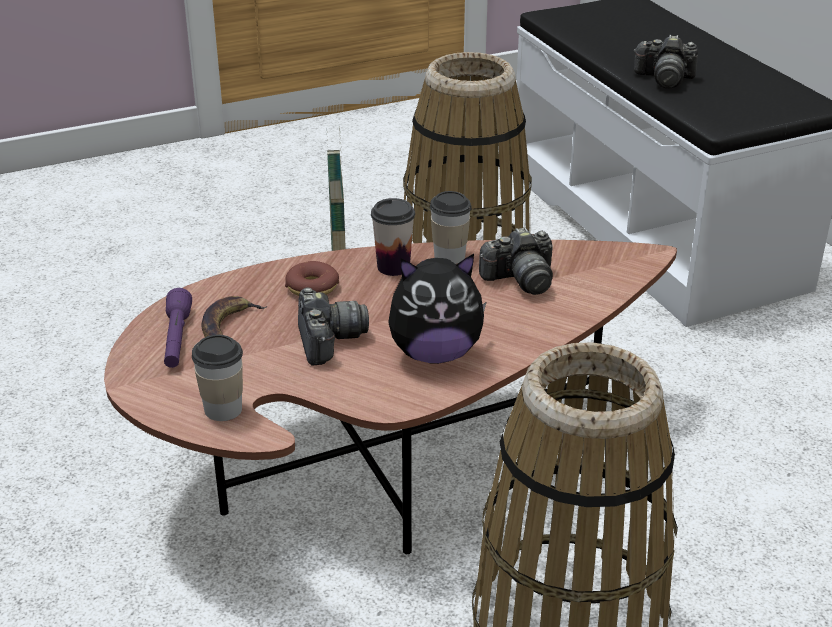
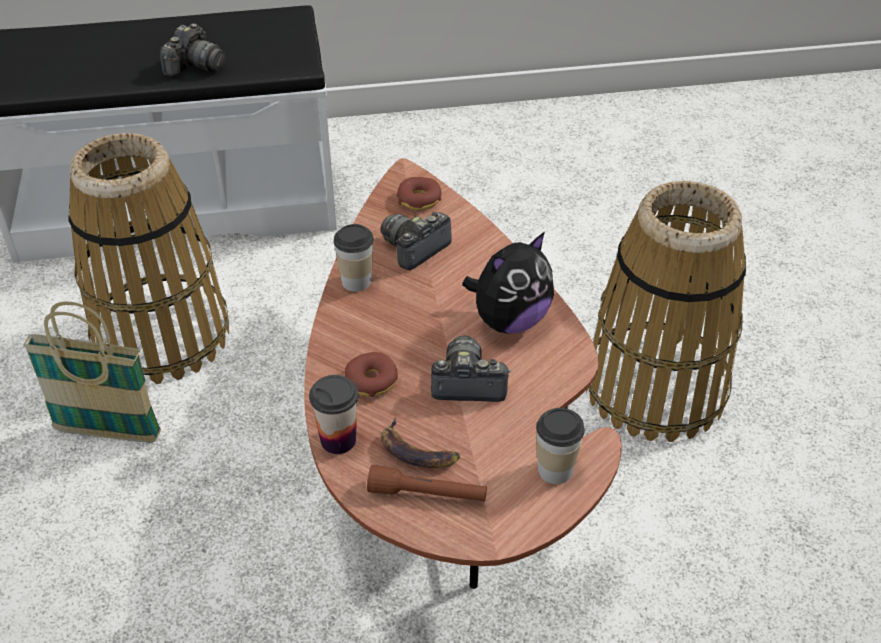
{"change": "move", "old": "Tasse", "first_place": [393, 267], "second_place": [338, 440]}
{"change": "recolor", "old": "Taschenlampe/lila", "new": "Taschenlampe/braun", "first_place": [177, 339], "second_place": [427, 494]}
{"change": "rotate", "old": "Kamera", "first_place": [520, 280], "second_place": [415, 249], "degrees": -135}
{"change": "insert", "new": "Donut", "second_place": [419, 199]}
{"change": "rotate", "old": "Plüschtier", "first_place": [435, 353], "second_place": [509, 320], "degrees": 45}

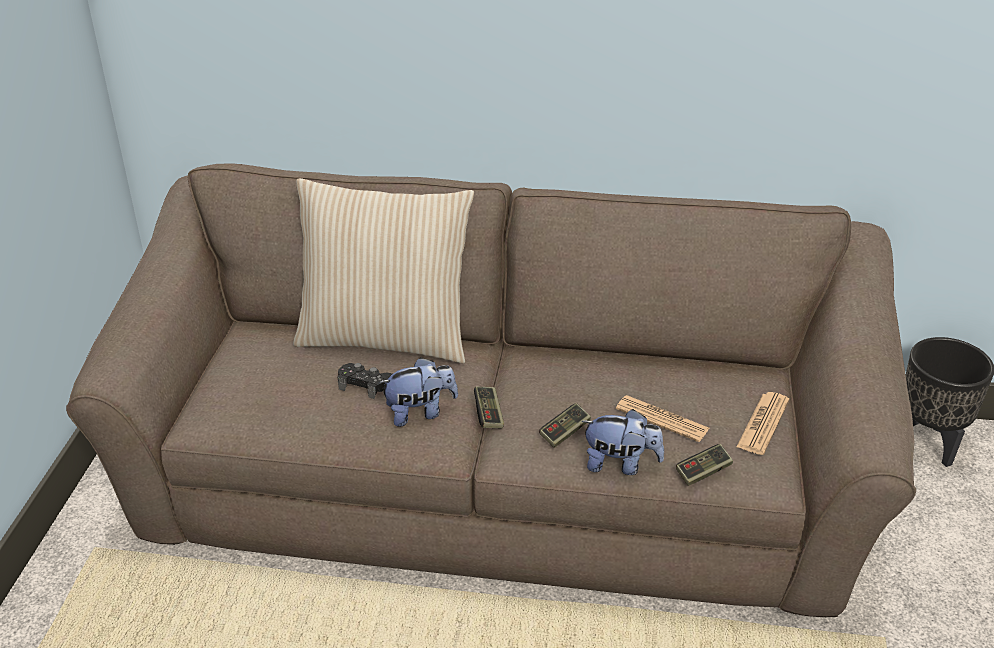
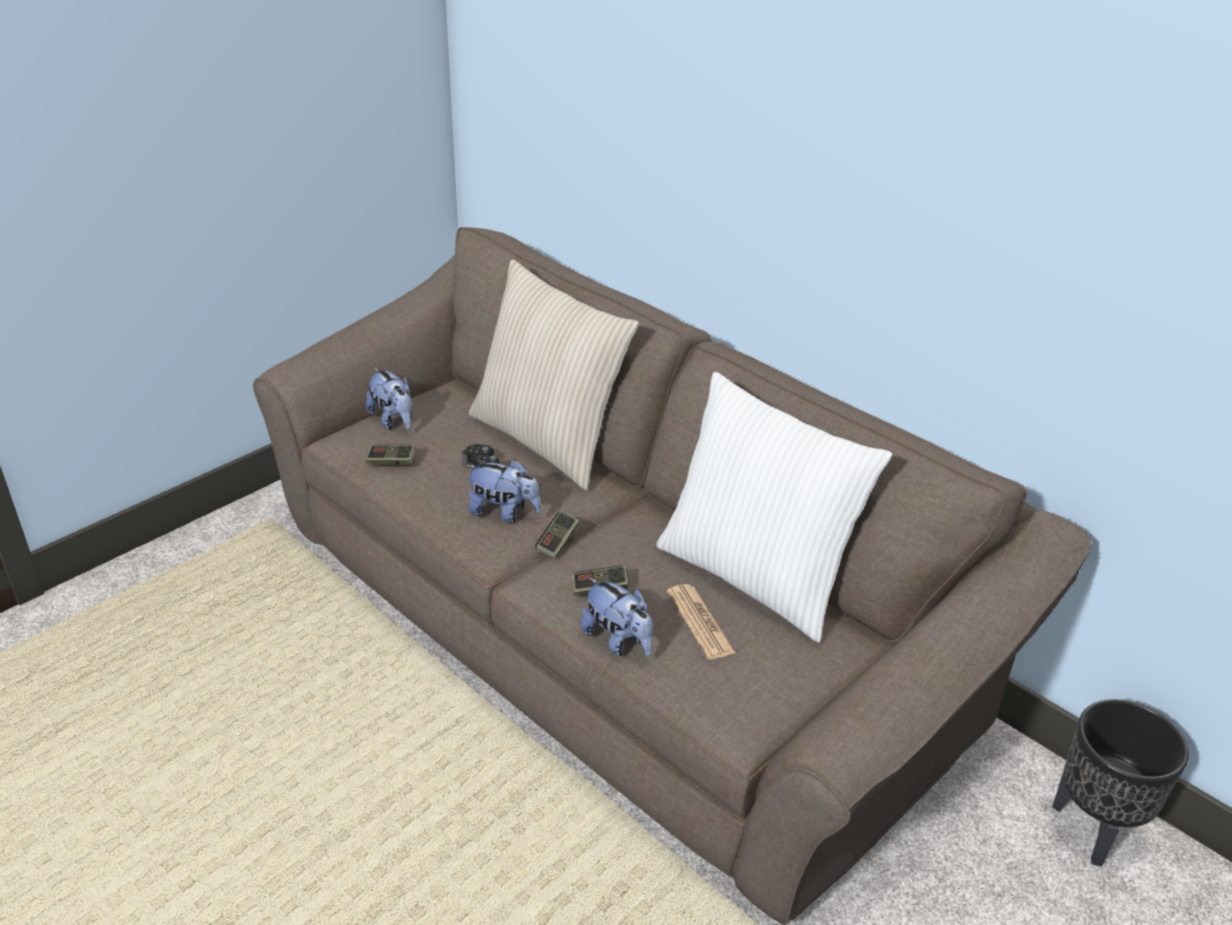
{"change": "insert", "new": "Plüschtier", "second_place": [393, 420]}
{"change": "move", "old": "Gamepad", "first_place": [703, 472], "second_place": [391, 462]}
{"change": "insert", "new": "Kissen/weiß", "second_place": [755, 576]}
{"change": "delete", "old": "Zeitung", "first_place": [763, 424]}

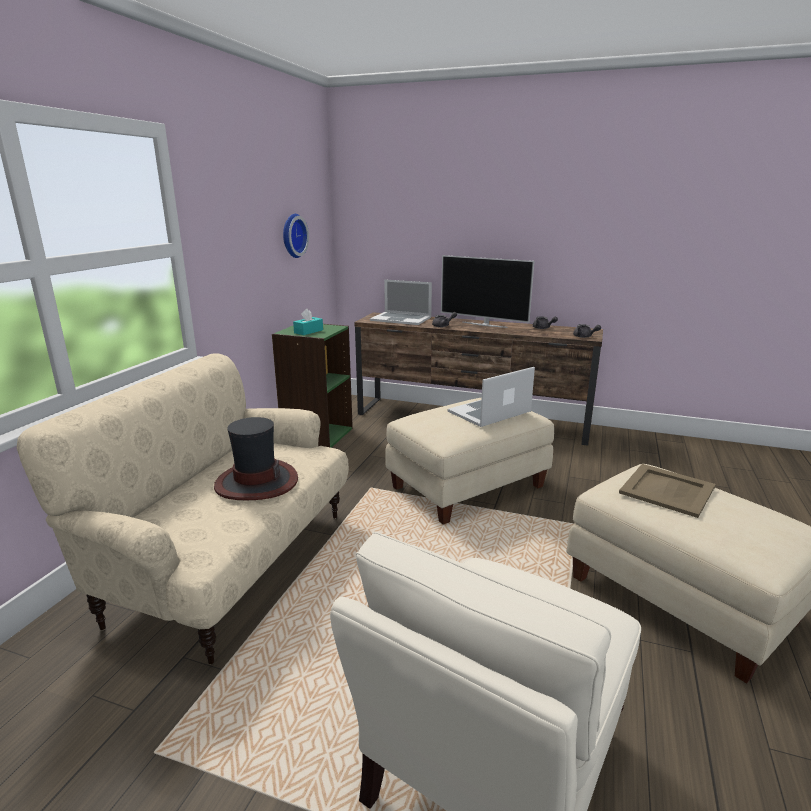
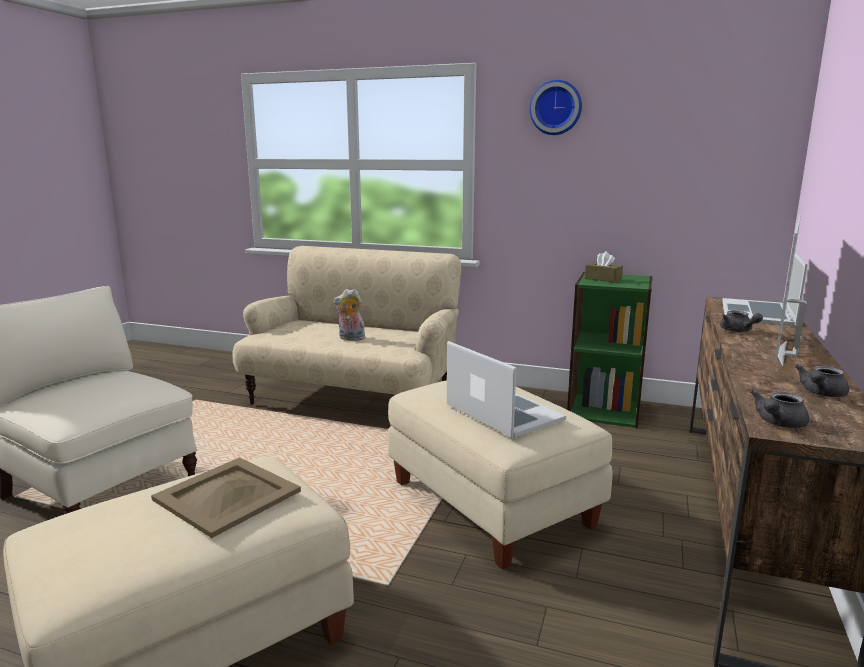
{"change": "replace", "old": "Hut", "new": "Plüschtier", "first_place": [256, 482], "second_place": [350, 339]}
{"change": "move", "old": "Wanduhr", "first_place": [292, 236], "second_place": [556, 108]}
{"change": "recolor", "old": "Taschentuchbox/türkis", "new": "Taschentuchbox/braun", "first_place": [308, 331], "second_place": [603, 279]}

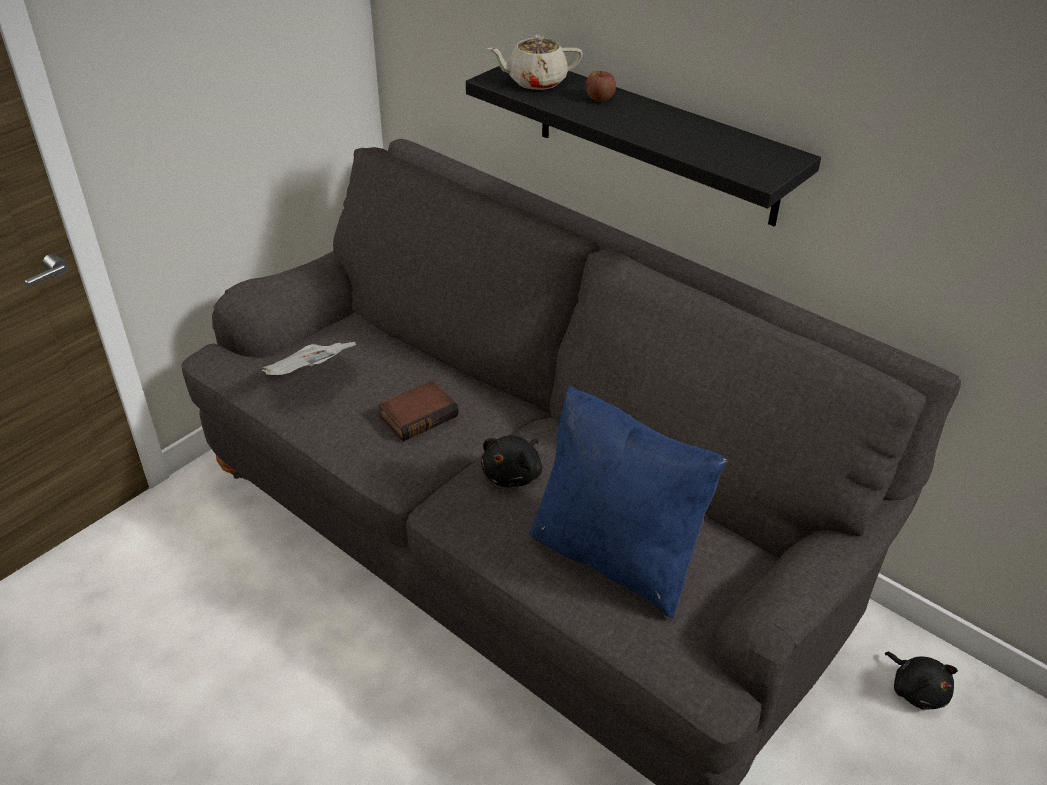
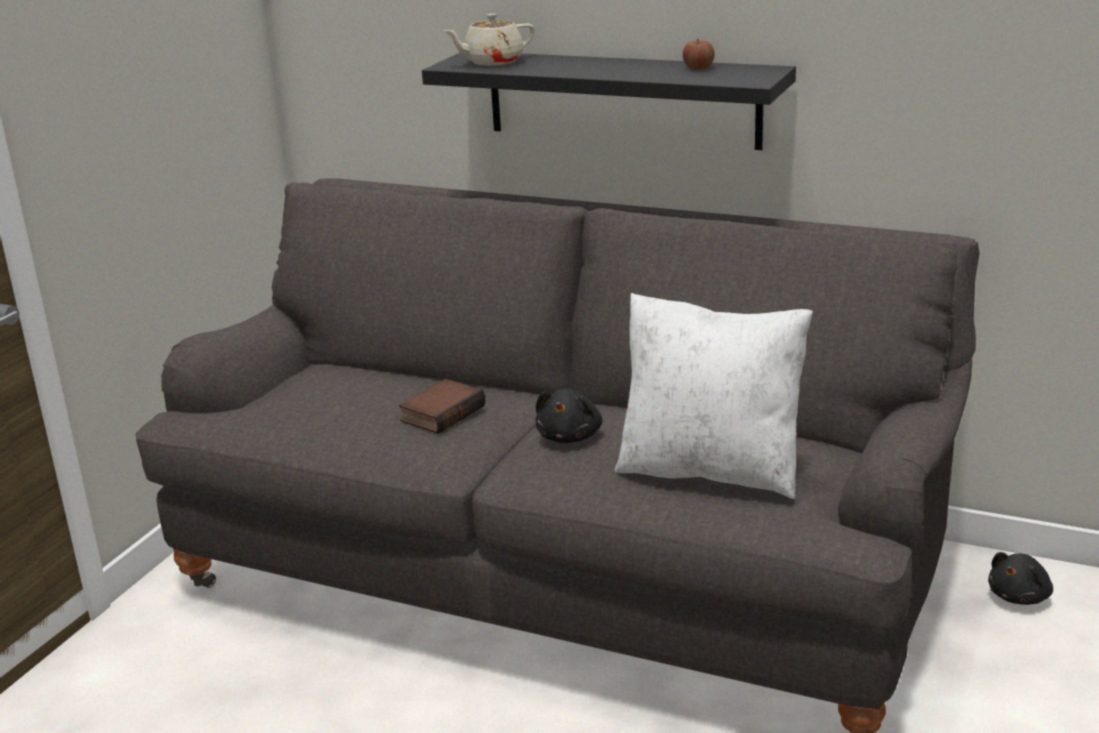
{"change": "recolor", "old": "Kissen/blau", "new": "Kissen/weiß", "first_place": [616, 555], "second_place": [711, 470]}
{"change": "move", "old": "Apfel", "first_place": [599, 98], "second_place": [698, 68]}
{"change": "rotate", "old": "Plüschtier/schwarz", "first_place": [917, 690], "second_place": [1020, 596], "degrees": 90}
{"change": "delete", "old": "Zeitung", "first_place": [312, 377]}

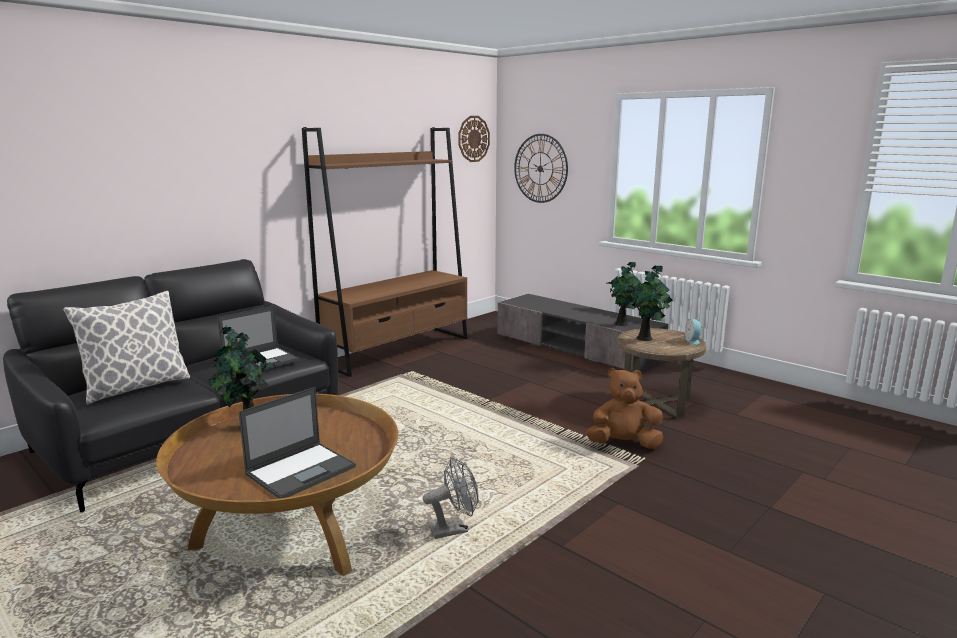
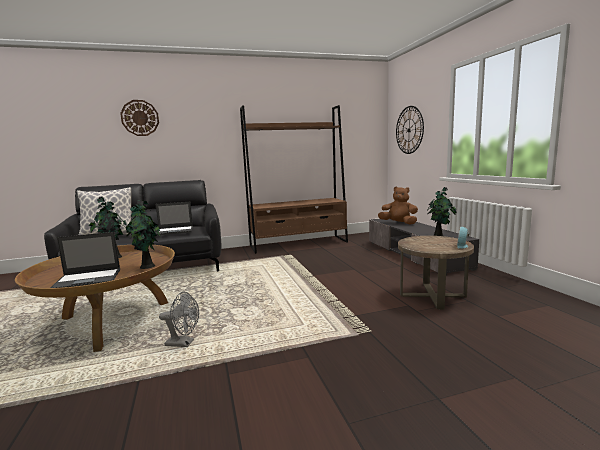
{"change": "move", "old": "Wanduhr", "first_place": [473, 139], "second_place": [140, 118]}
{"change": "move", "old": "Topfpflanze", "first_place": [646, 338], "second_place": [148, 266]}
{"change": "move", "old": "Plüschtier/braun", "first_place": [623, 444], "second_place": [398, 223]}

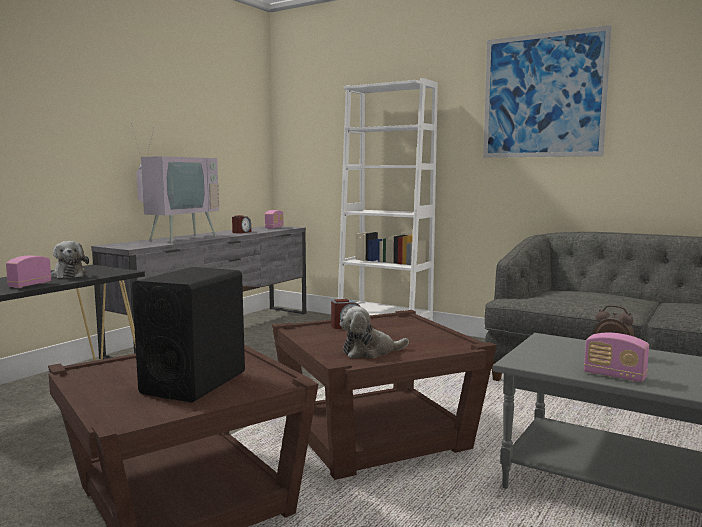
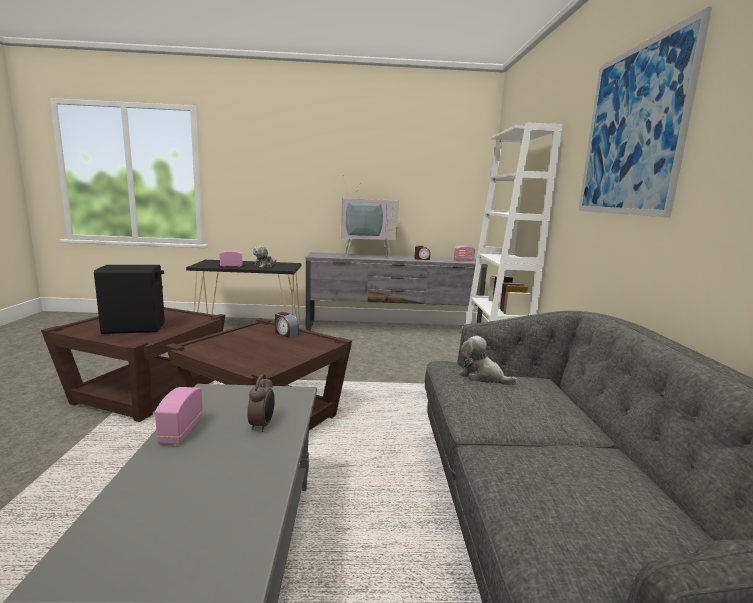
{"change": "move", "old": "Plüschtier", "first_place": [370, 352], "second_place": [483, 377]}

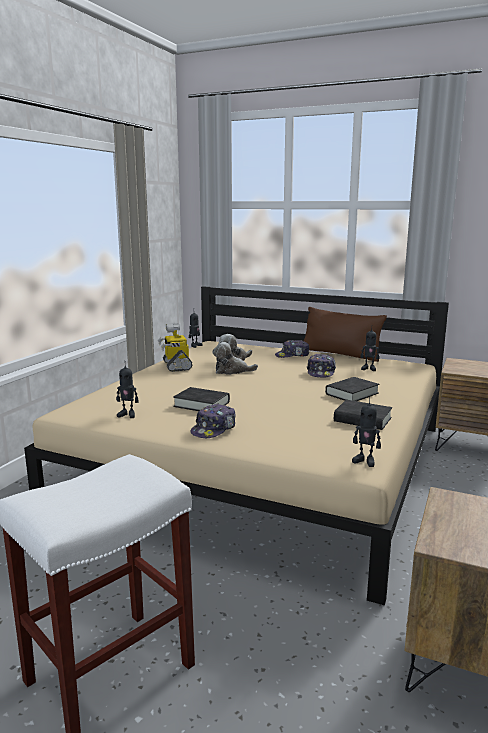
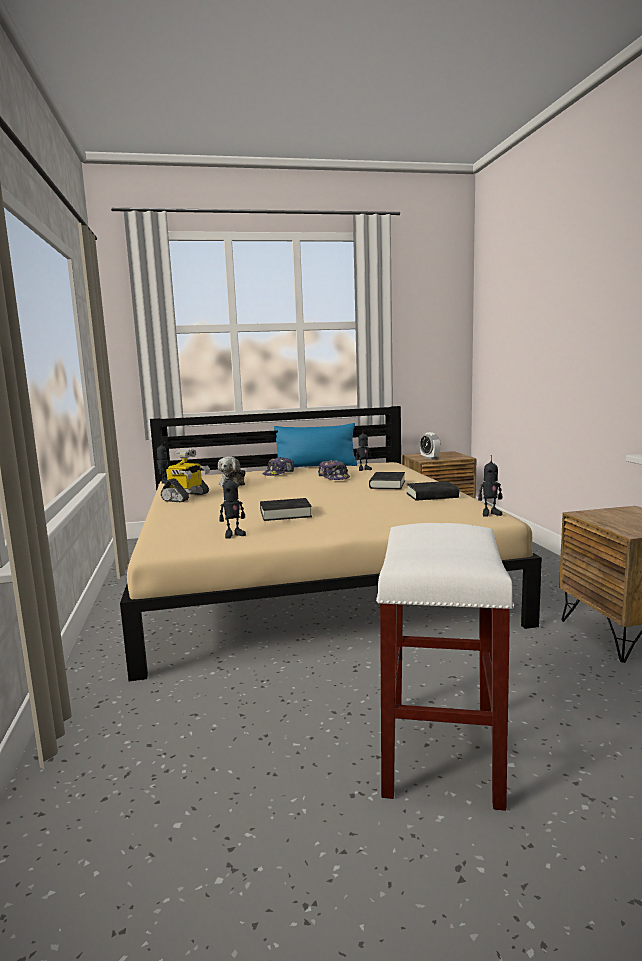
{"change": "rotate", "old": "Spielzeugroboter", "first_place": [176, 366], "second_place": [186, 497], "degrees": -105}
{"change": "recolor", "old": "Kissen/braun", "new": "Kissen/blau", "first_place": [340, 354], "second_place": [316, 466]}
{"change": "insert", "new": "Wecker", "second_place": [430, 458]}
{"change": "delete", "old": "Kappe", "first_place": [214, 429]}
{"change": "delete", "old": "Plüschtier", "first_place": [232, 371]}

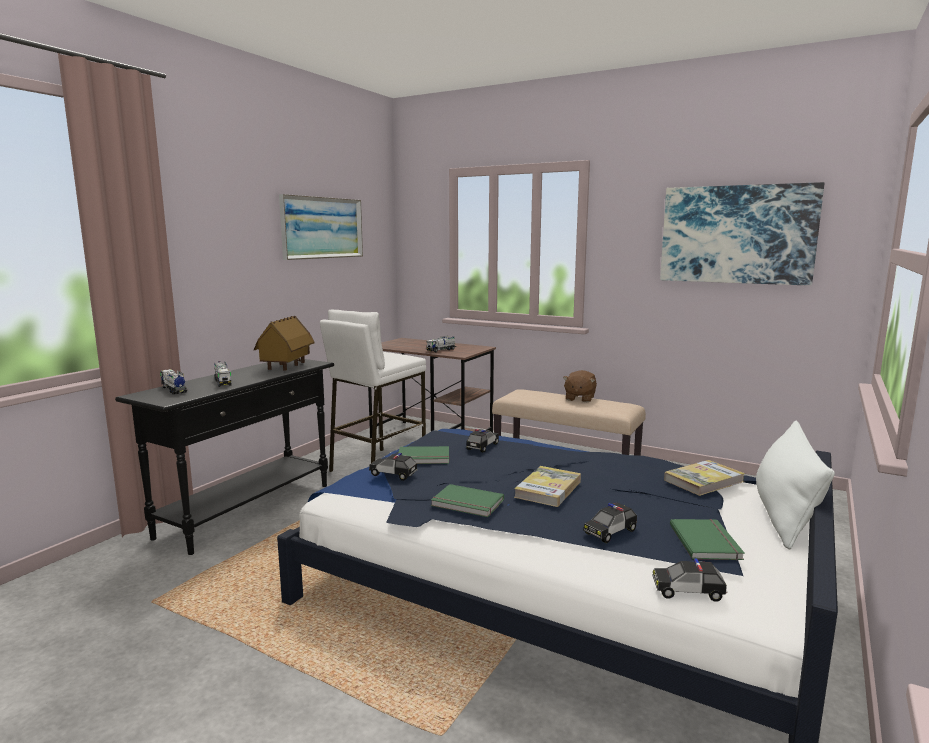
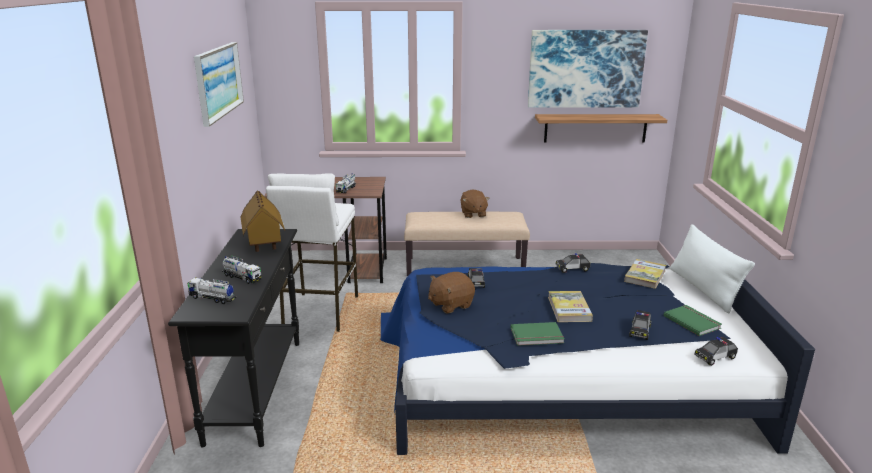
{"change": "replace", "old": "Buch/grün", "new": "Plüschtier/braun", "first_place": [424, 458], "second_place": [450, 305]}
{"change": "insert", "new": "Wandregal", "second_place": [595, 128]}
{"change": "move", "old": "Spielzeugauto", "first_place": [393, 474], "second_place": [572, 269]}

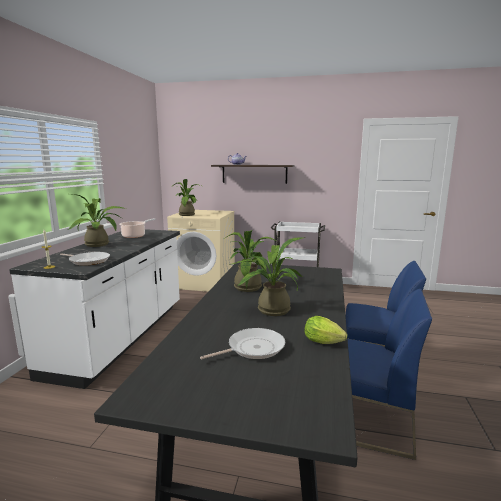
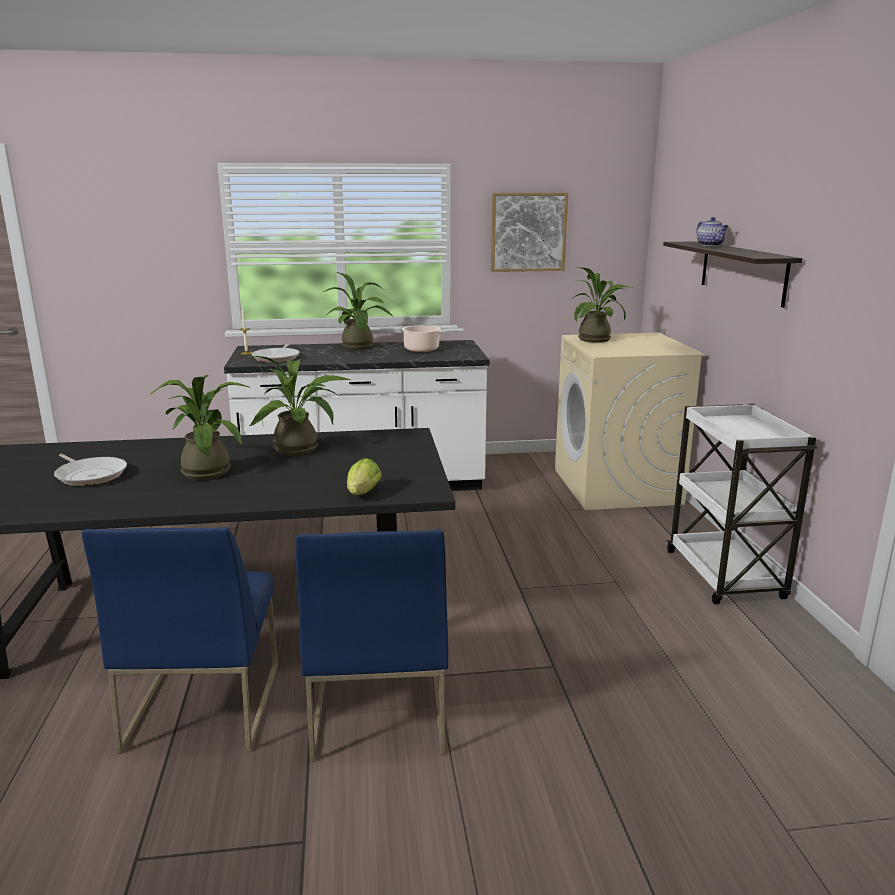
{"change": "move", "old": "Salatkopf", "first_place": [325, 343], "second_place": [362, 495]}
{"change": "insert", "new": "Bild", "second_place": [528, 232]}

